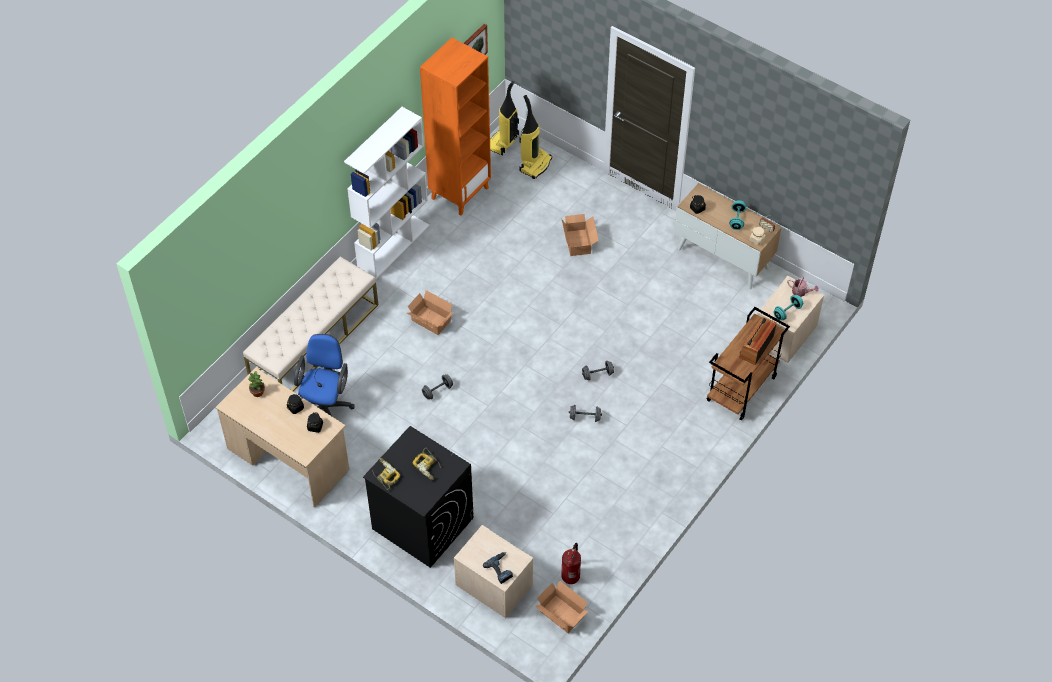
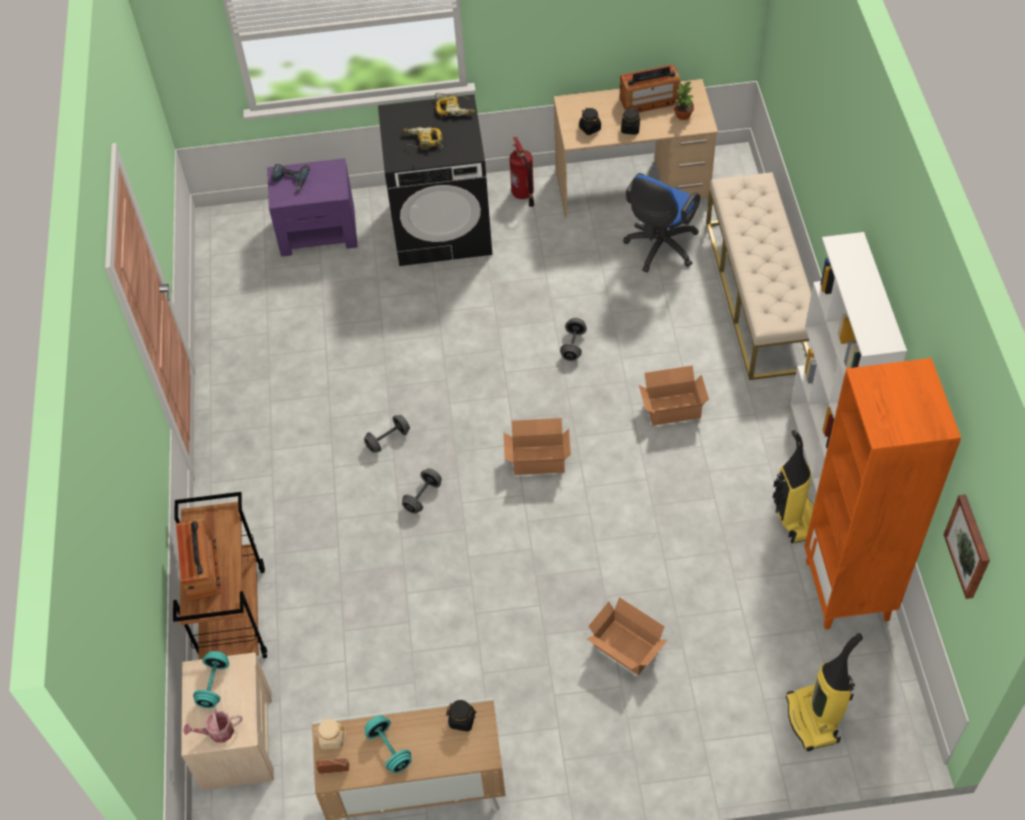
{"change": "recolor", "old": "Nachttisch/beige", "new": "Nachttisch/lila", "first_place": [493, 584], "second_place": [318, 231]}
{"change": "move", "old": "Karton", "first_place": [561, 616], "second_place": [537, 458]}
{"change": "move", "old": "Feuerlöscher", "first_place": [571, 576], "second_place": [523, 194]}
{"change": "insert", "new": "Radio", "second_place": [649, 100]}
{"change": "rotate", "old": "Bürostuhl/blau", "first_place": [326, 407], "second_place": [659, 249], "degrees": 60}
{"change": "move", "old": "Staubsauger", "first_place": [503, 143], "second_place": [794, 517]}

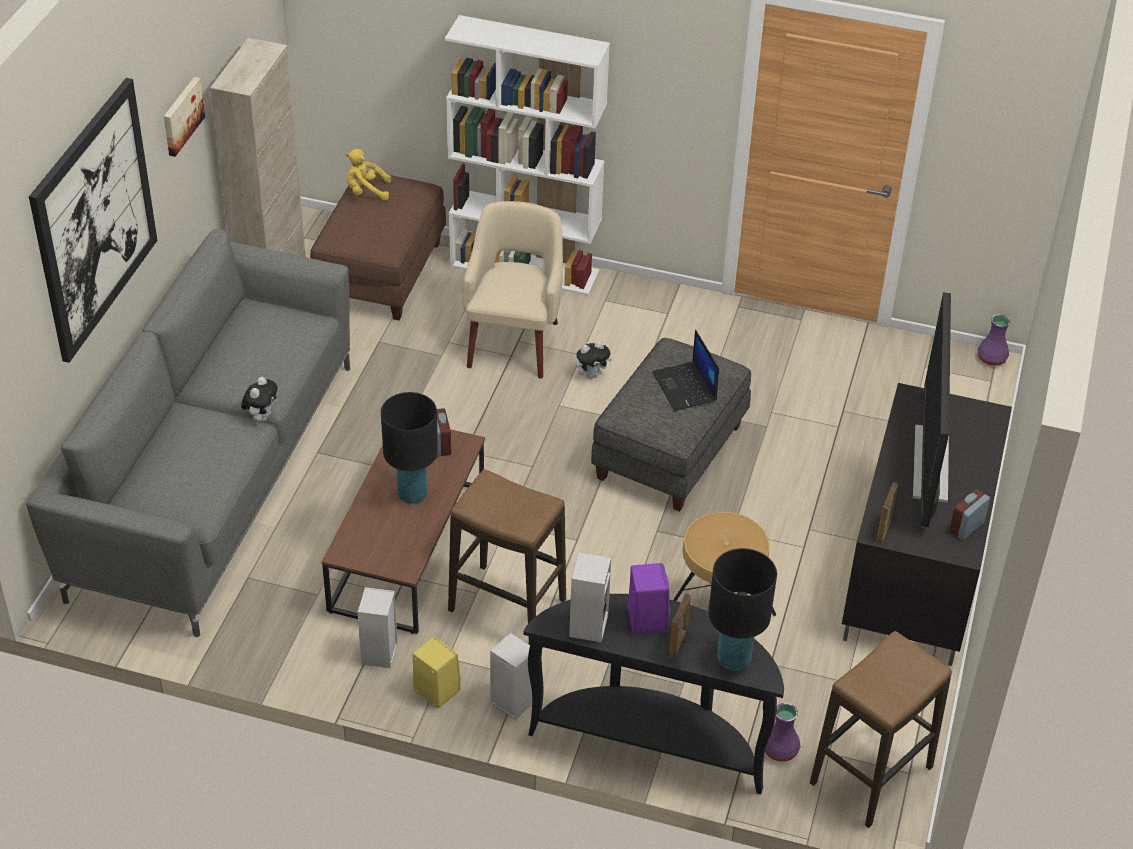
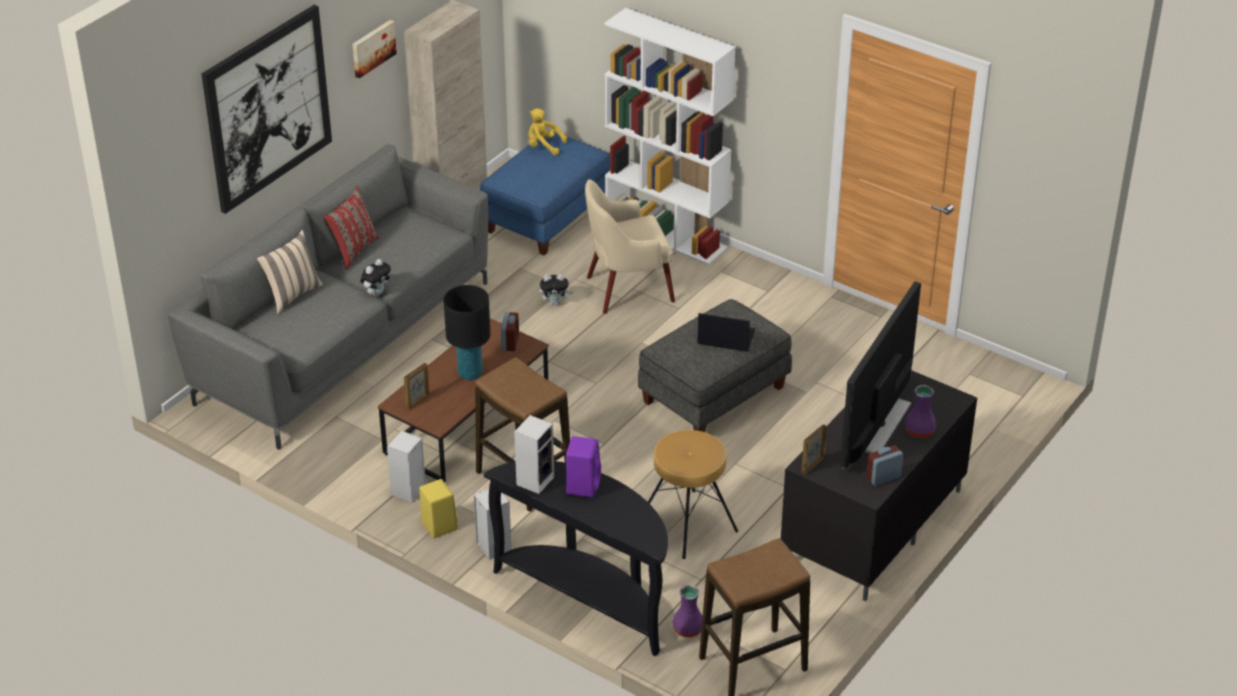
{"change": "insert", "new": "Kissen/beige", "second_place": [292, 295]}
{"change": "insert", "new": "Kissen/rot", "second_place": [352, 251]}
{"change": "move", "old": "Bilderrahmen", "first_place": [678, 643], "second_place": [418, 401]}
{"change": "recolor", "old": "Polsterhocker/braun", "new": "Polsterhocker/blau", "first_place": [379, 272], "second_place": [546, 217]}
{"change": "move", "old": "Plüschtier", "first_place": [592, 375], "second_place": [555, 303]}
{"change": "rotate", "old": "Sessel/beige", "first_place": [513, 343], "second_place": [628, 289], "degrees": -135}
{"change": "rotate", "old": "Laptop", "first_place": [685, 387], "second_place": [725, 337], "degrees": 105}
{"change": "move", "old": "Vase/lila", "first_place": [991, 358], "second_place": [919, 430]}
{"change": "delete", "old": "Tischlampe/schwarz", "first_place": [733, 659]}

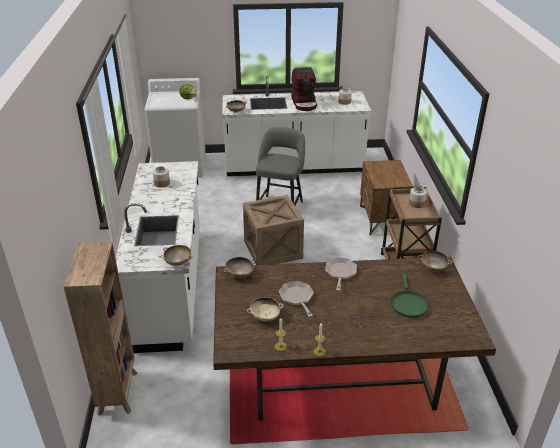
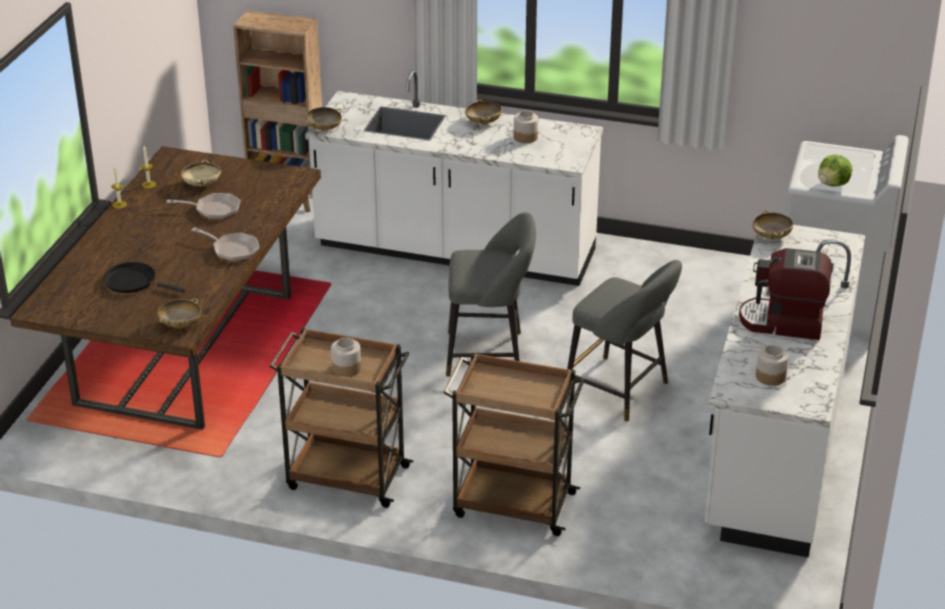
{"change": "recolor", "old": "Pfanne/grün", "new": "Pfanne/schwarz", "first_place": [408, 304], "second_place": [134, 281]}
{"change": "replace", "old": "Nachttisch/braun", "new": "Rollwagen/braun", "first_place": [382, 220], "second_place": [512, 504]}
{"change": "replace", "old": "Kiste", "new": "Hocker/grau", "first_place": [273, 249], "second_place": [490, 354]}
{"change": "move", "old": "Schüssel/beige", "first_place": [239, 274], "second_place": [483, 122]}

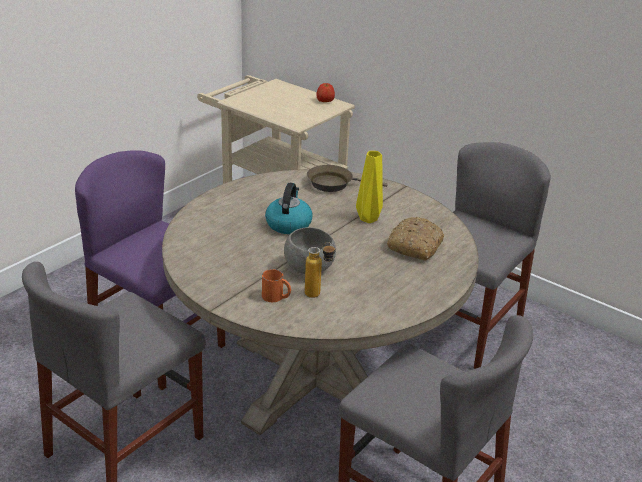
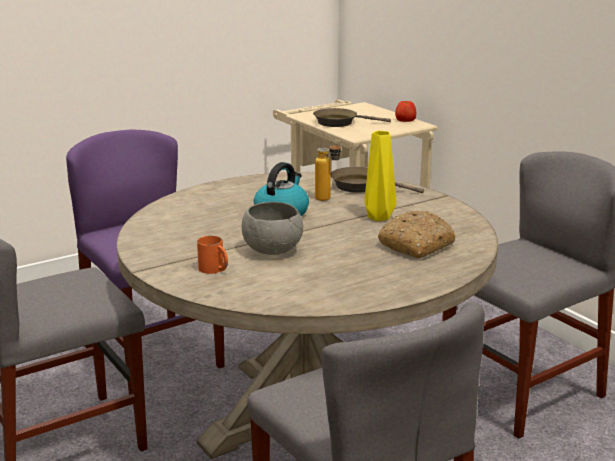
{"change": "insert", "new": "Pfanne/braun", "second_place": [339, 122]}
{"change": "move", "old": "Flasche", "first_place": [318, 295], "second_place": [328, 200]}

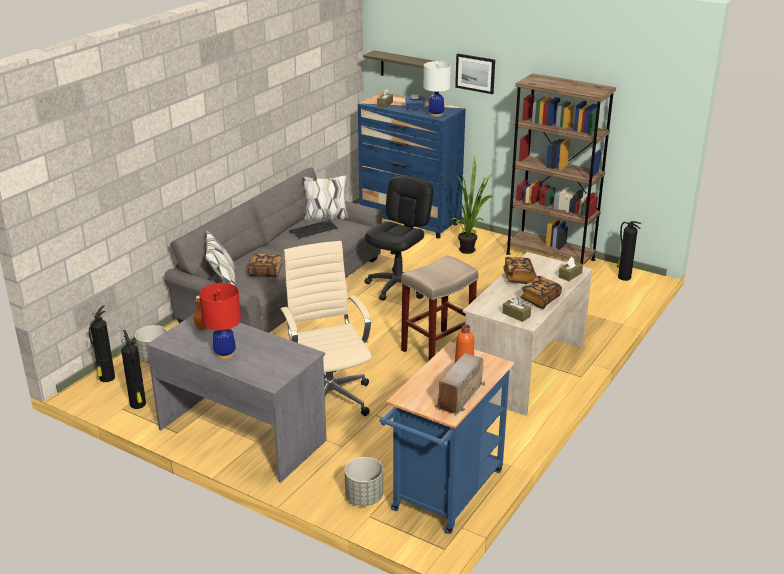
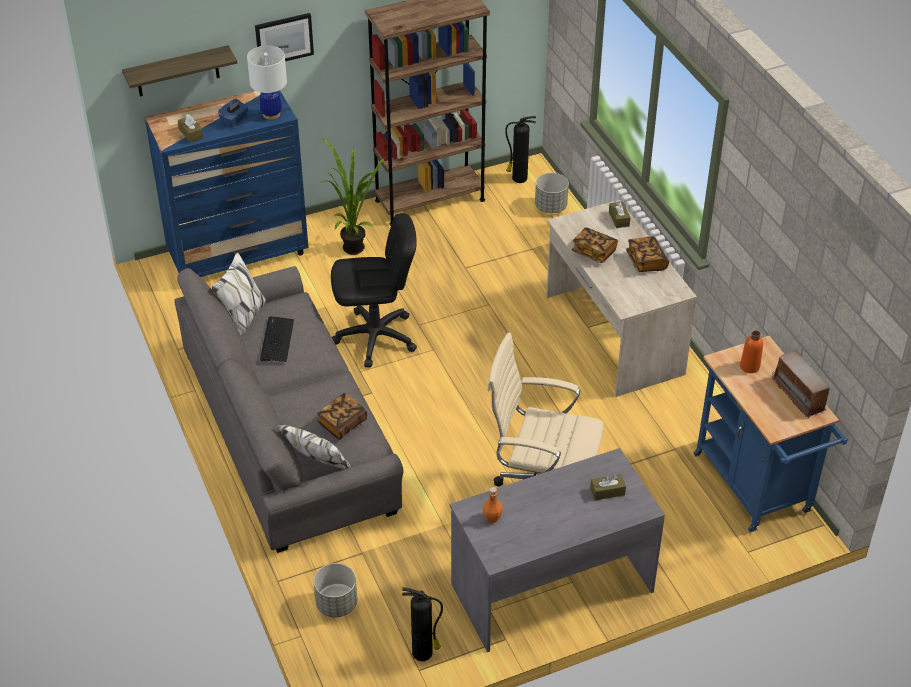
{"change": "rotate", "old": "Bürostuhl/schwarz", "first_place": [398, 286], "second_place": [376, 337], "degrees": 105}
{"change": "move", "old": "Pflanzkübel/grau", "first_place": [364, 497], "second_place": [551, 207]}
{"change": "move", "old": "Taschentuchbox/braun", "first_place": [516, 315], "second_place": [607, 491]}
{"change": "delete", "old": "Feuerlöscher", "first_place": [106, 378]}
{"change": "delete", "old": "Tischlampe/rot", "first_place": [224, 354]}
{"change": "delete", "old": "Hocker/beige", "first_place": [438, 348]}

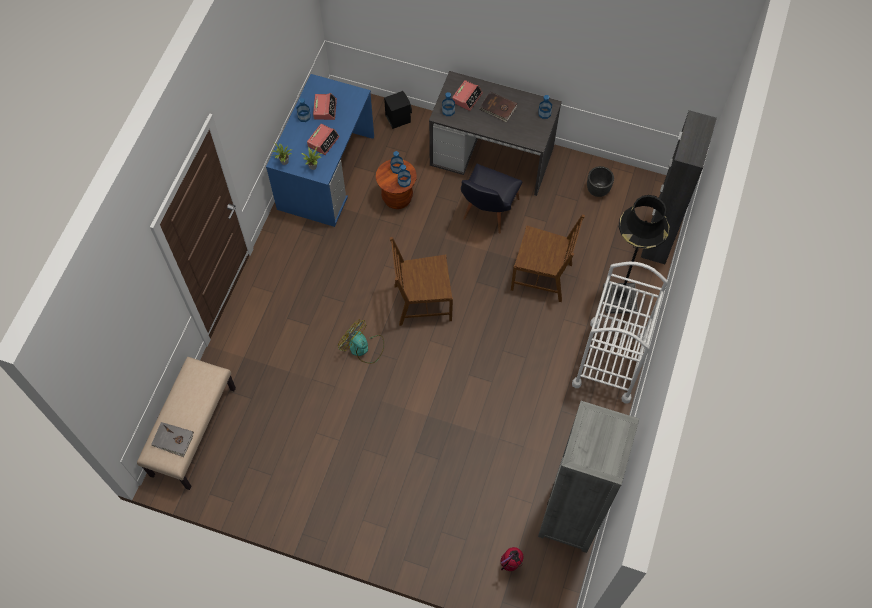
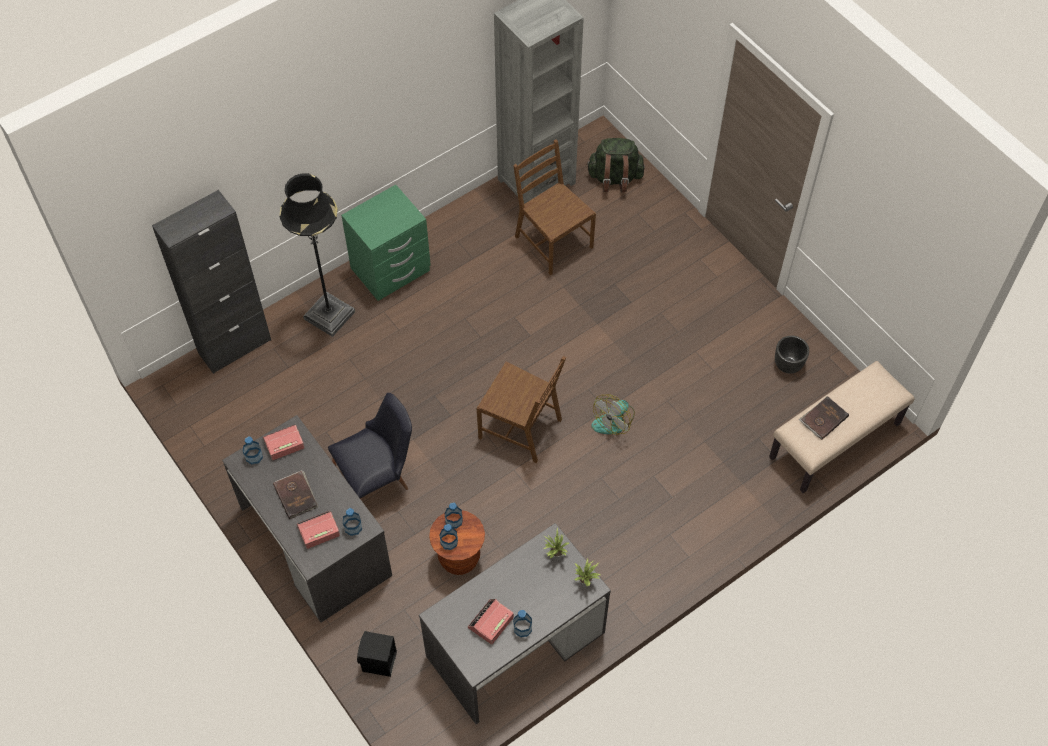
{"change": "move", "old": "Wecker", "first_place": [323, 141], "second_place": [283, 443]}
{"change": "replace", "old": "Rollwagen/weiß", "new": "Nachttisch/grün", "first_place": [610, 361], "second_place": [391, 270]}
{"change": "recolor", "old": "Schreibtisch/blau", "new": "Schreibtisch/grau", "first_place": [325, 172], "second_place": [516, 645]}
{"change": "move", "old": "Stuhl/braun", "first_place": [542, 276], "second_place": [552, 242]}
{"change": "replace", "old": "Feuerlöscher", "new": "Rucksack/grün", "first_place": [509, 564], "second_place": [614, 178]}
{"change": "rotate", "old": "Ventilator", "first_place": [363, 348], "second_place": [613, 420], "degrees": 60}
{"change": "move", "old": "Pflanzkübel/schwarz", "first_place": [598, 190], "second_place": [788, 364]}
{"change": "insert", "new": "Buch/braun", "second_place": [823, 419]}
{"change": "delete", "old": "Buch/grau", "first_place": [173, 440]}

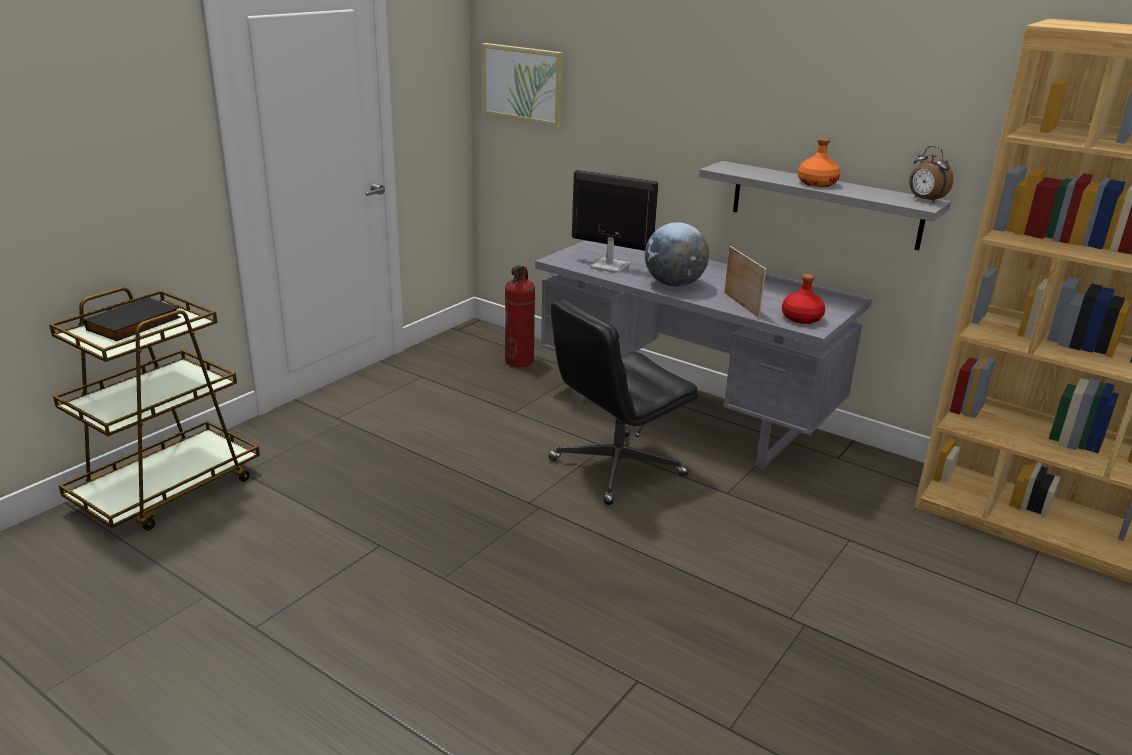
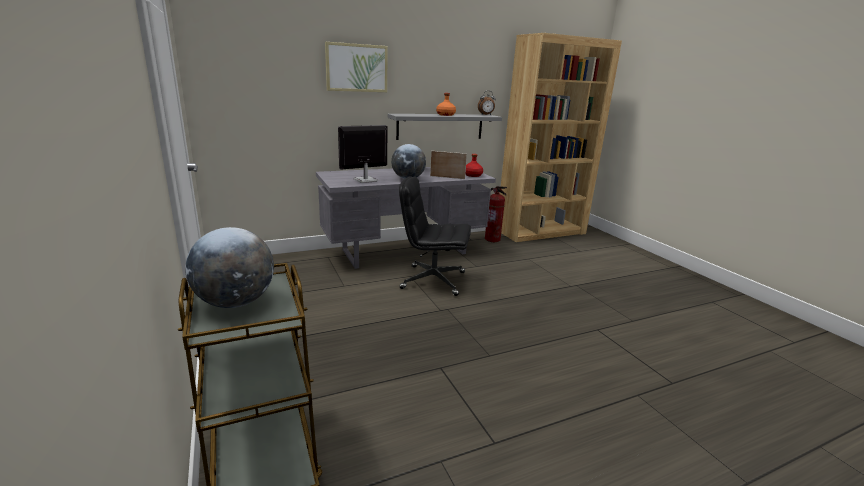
{"change": "replace", "old": "Buch/schwarz", "new": "Globus", "first_place": [134, 324], "second_place": [236, 302]}
{"change": "move", "old": "Bild", "first_place": [523, 83], "second_place": [356, 68]}
{"change": "rotate", "old": "Bürostuhl/schwarz", "first_place": [616, 468], "second_place": [432, 280], "degrees": 105}
{"change": "move", "old": "Feuerlöscher", "first_place": [519, 361], "second_place": [492, 239]}

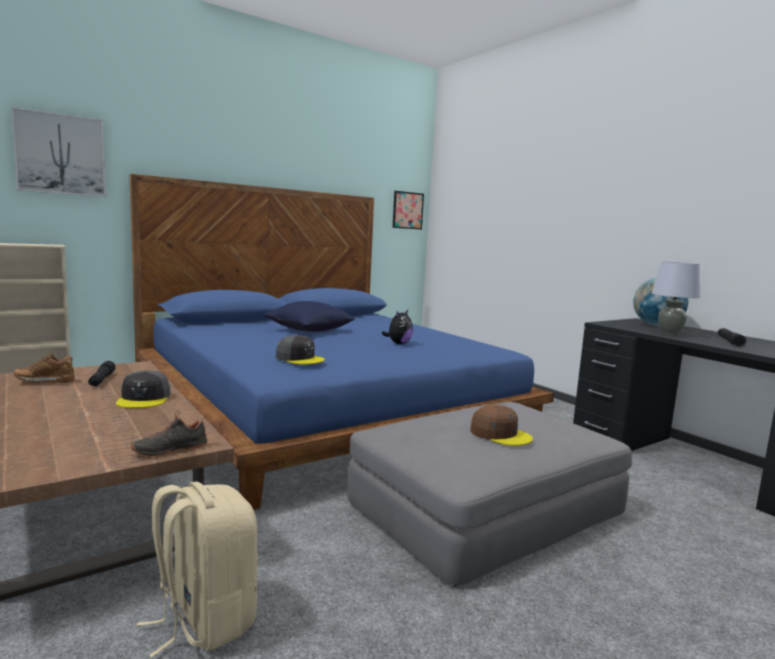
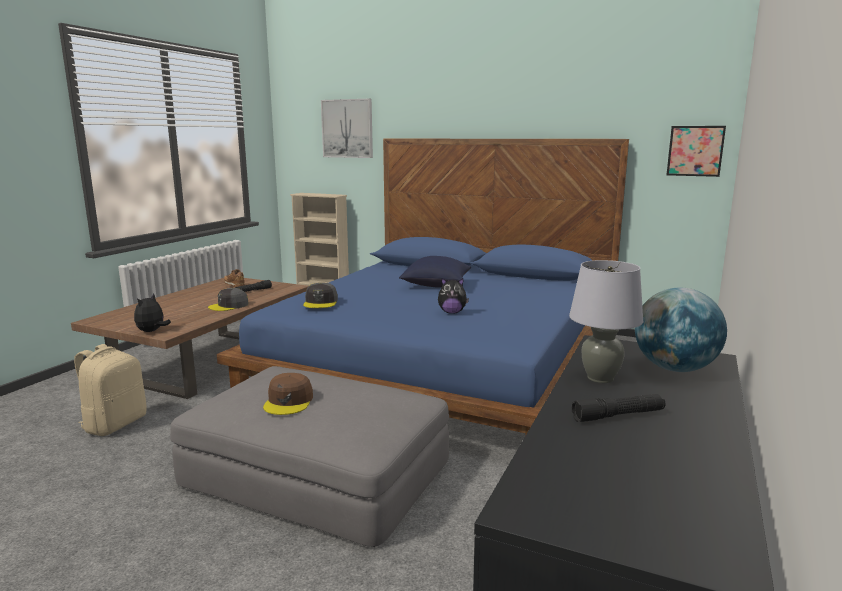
{"change": "replace", "old": "Schuh/schwarz", "new": "Plüschtier", "first_place": [170, 449], "second_place": [152, 331]}

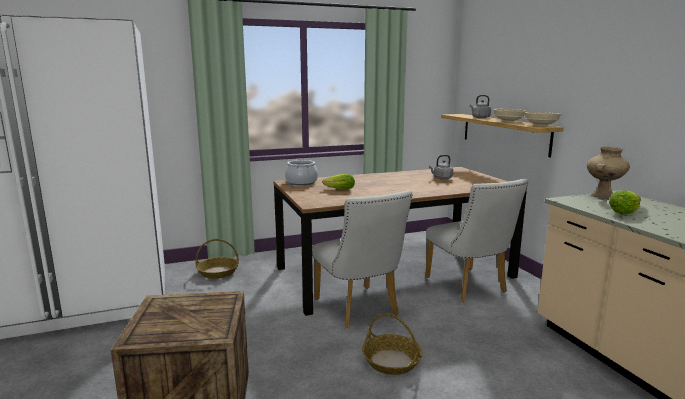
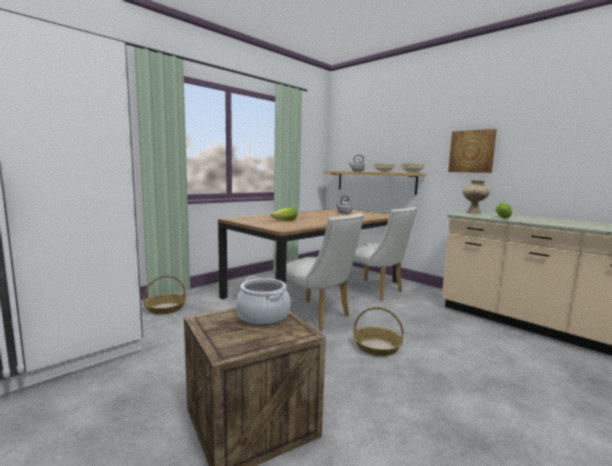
{"change": "move", "old": "Kochtopf", "first_place": [301, 182], "second_place": [263, 317]}
{"change": "insert", "new": "Bild", "second_place": [472, 151]}

